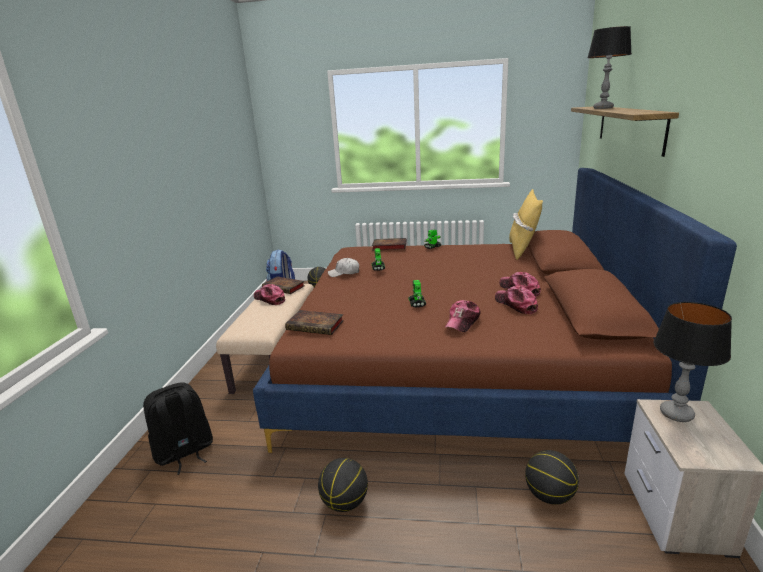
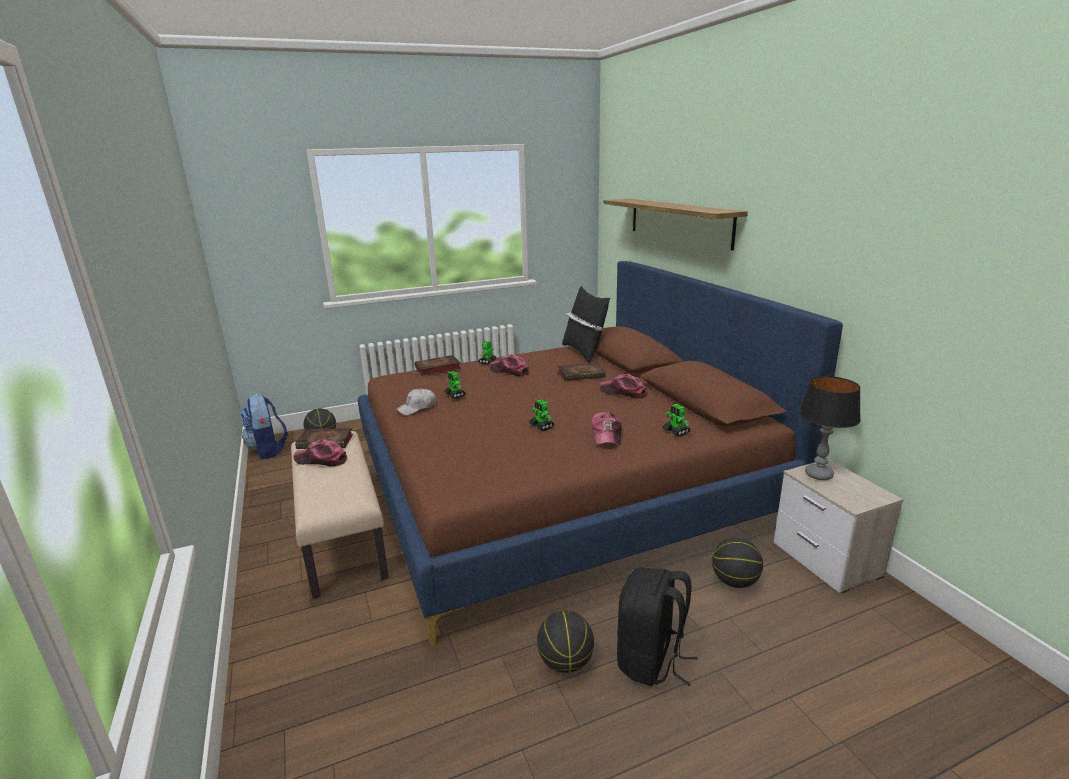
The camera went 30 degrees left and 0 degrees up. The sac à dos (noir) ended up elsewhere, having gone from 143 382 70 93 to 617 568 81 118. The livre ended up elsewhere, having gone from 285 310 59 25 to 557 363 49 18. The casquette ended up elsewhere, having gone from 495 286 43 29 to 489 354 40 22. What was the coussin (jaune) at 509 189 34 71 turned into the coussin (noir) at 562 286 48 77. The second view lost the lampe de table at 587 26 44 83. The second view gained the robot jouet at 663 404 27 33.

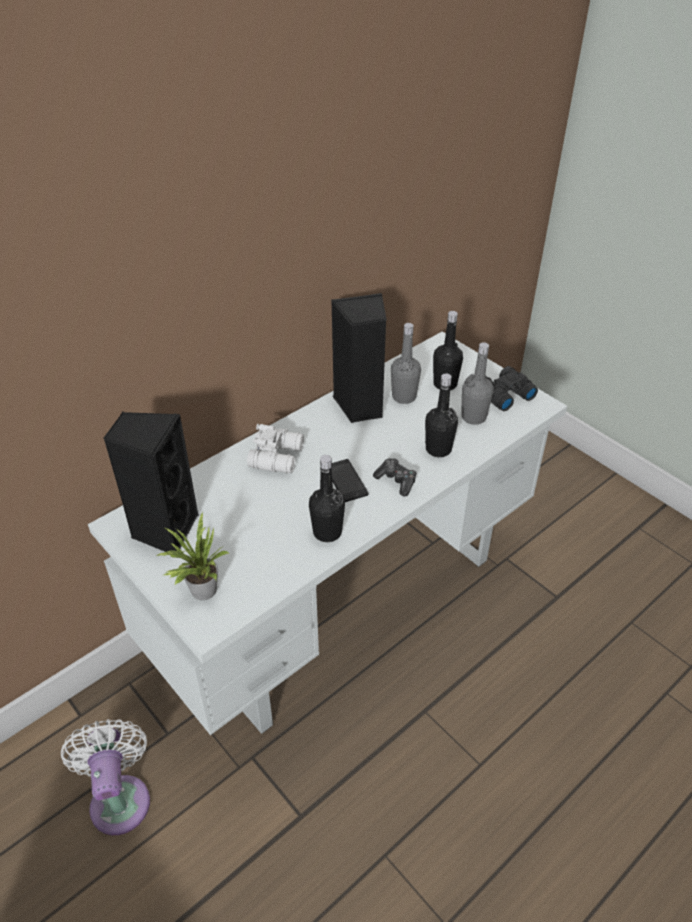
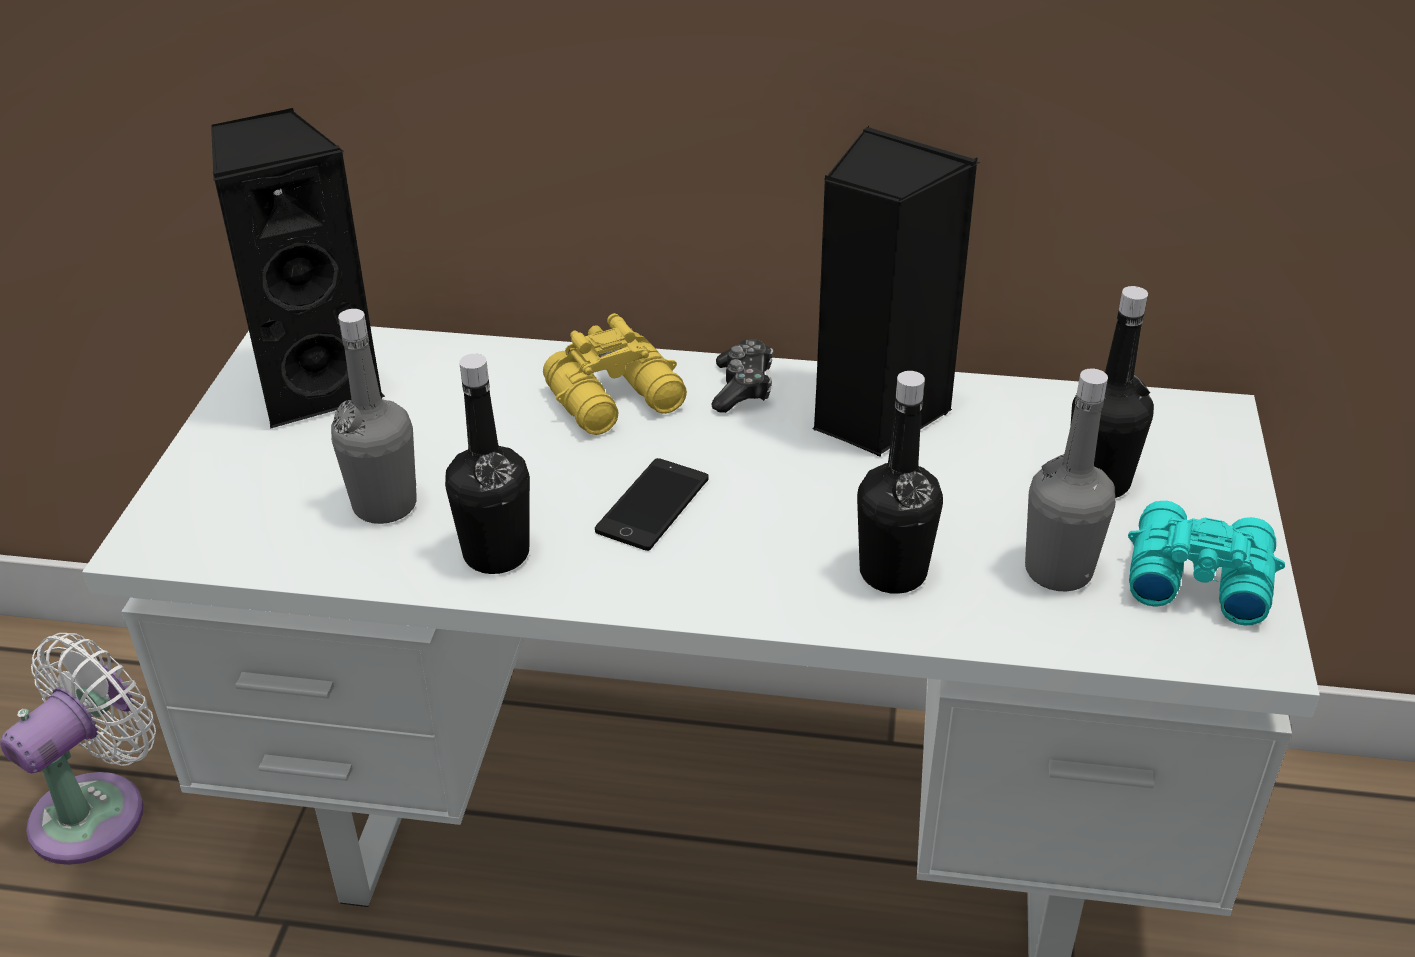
The camera went 50 degrees right and 5 degrees down. The second view lost the plante en pot at 156 513 74 87. What was the jumelles (blanc) at 247 424 57 50 turned into the jumelles (jaune) at 543 313 144 122. The manette ended up elsewhere, having gone from 373 458 44 38 to 712 339 61 74. The bouteille (gris) ended up elsewhere, having gone from 391 323 30 81 to 331 309 86 215. What was the jumelles (noir) at 485 366 53 45 turned into the jumelles (turquoise) at 1128 501 157 124.

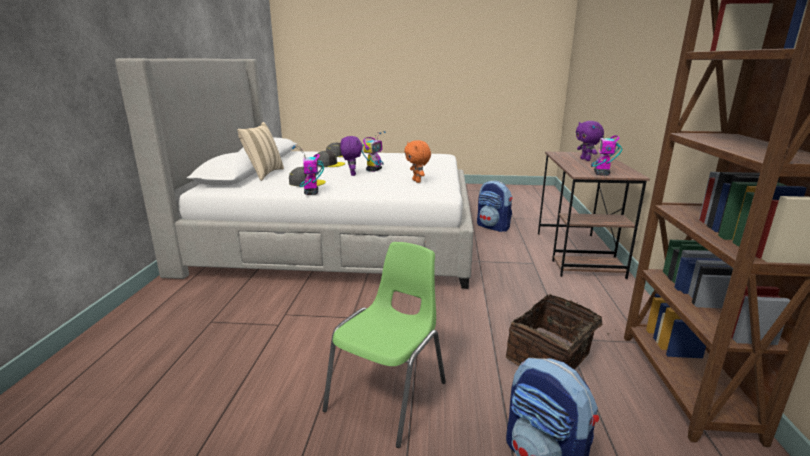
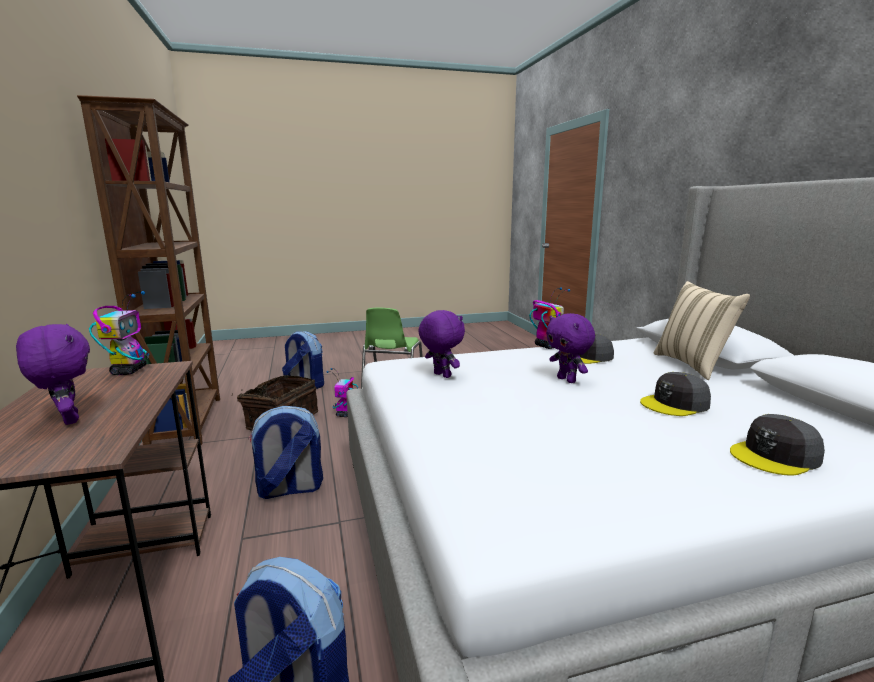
The camera went 160 degrees right and 5 degrees down. The robot jouet ended up elsewhere, having gone from 361 131 25 41 to 327 368 31 49. What was the peluche (orange) at 404 140 27 43 turned into the peluche (violet) at 418 310 47 68. The second view gained the sac à dos at 248 406 75 93.

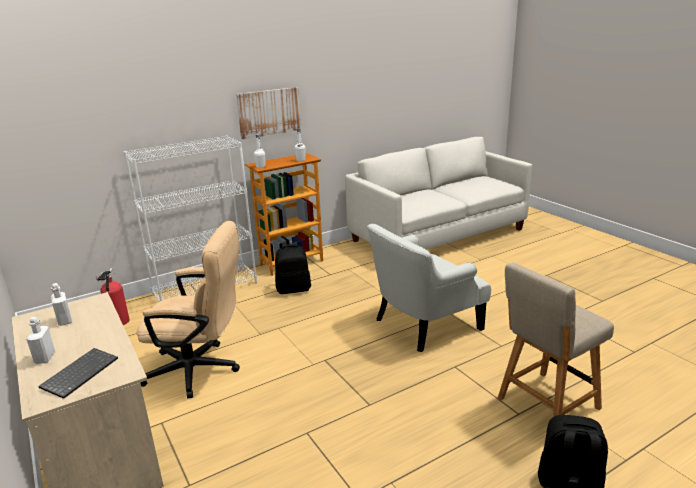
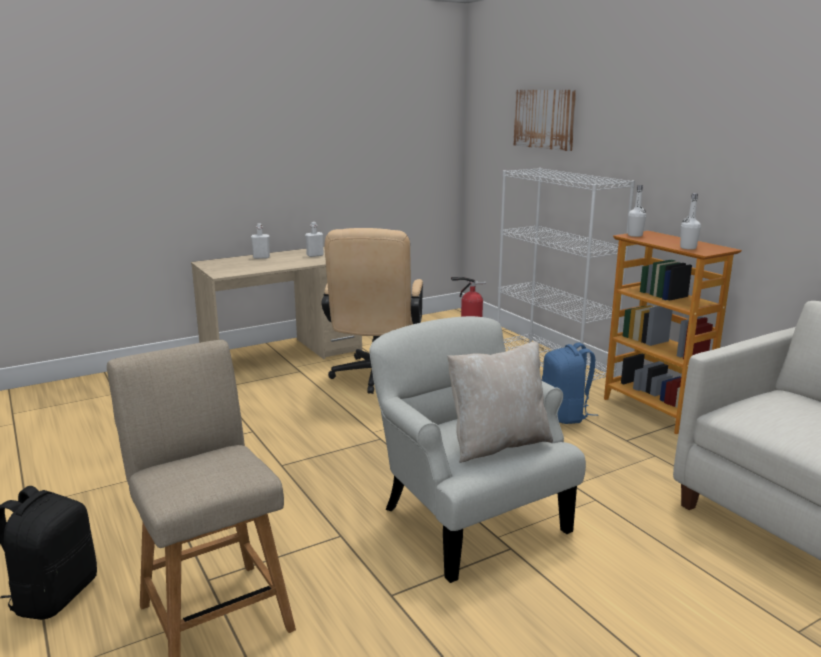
The camera went 90 degrees right and 5 degrees down. The second view lost the clavier at 38 348 80 51. The tableau ended up elsewhere, having gone from 236 87 65 52 to 513 90 63 61. What was the sac à dos (noir) at 275 241 36 53 turned into the sac à dos (bleu) at 542 343 56 81. The second view gained the coussin (beige) at 447 341 106 122.

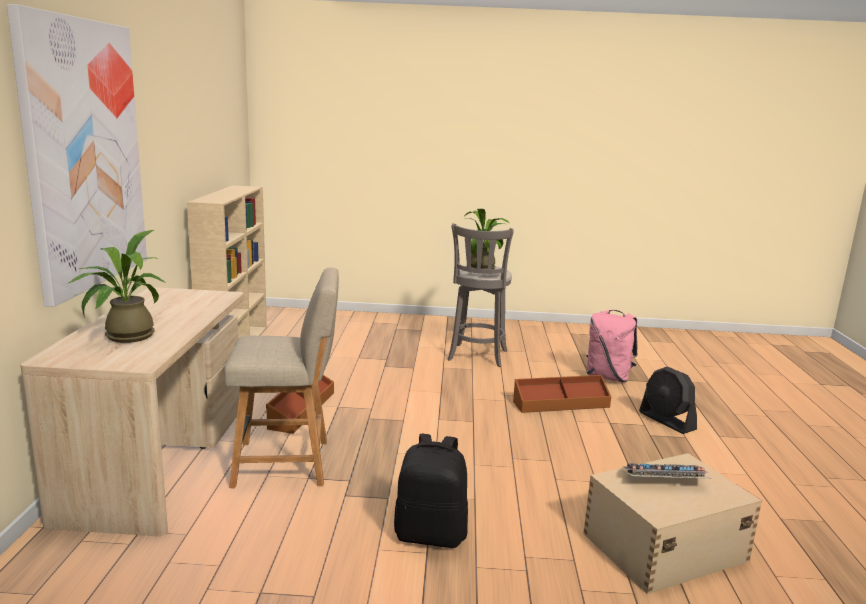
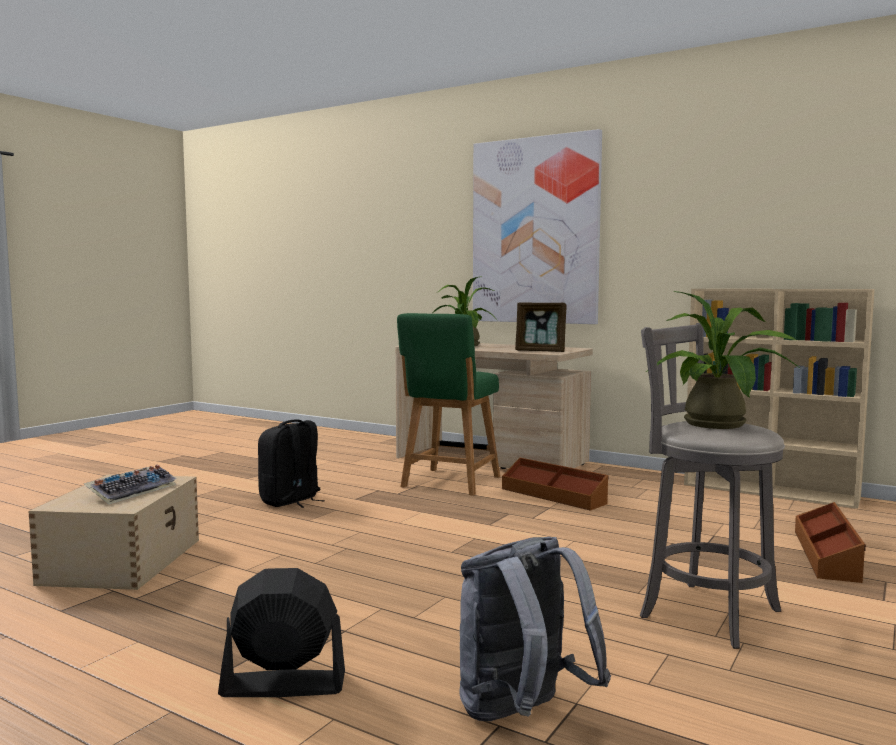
The camera went 120 degrees right and 10 degrees down. What was the chaise (beige) at 224 268 115 220 turned into the chaise (vert) at 397 313 103 183. The boîte de rangement (marron) ended up elsewhere, having gone from 513 375 98 38 to 795 502 71 81. What was the sac à dos (rose) at 586 310 52 72 turned into the sac à dos (gris) at 460 537 151 184. The second view gained the cadre photo at 515 302 52 50.

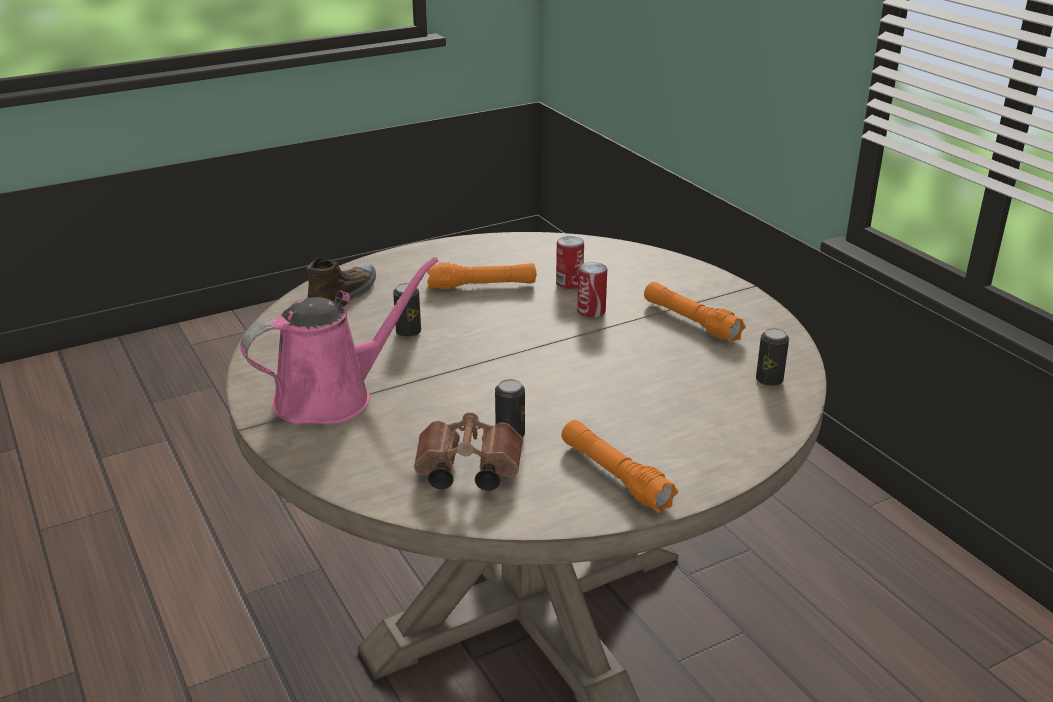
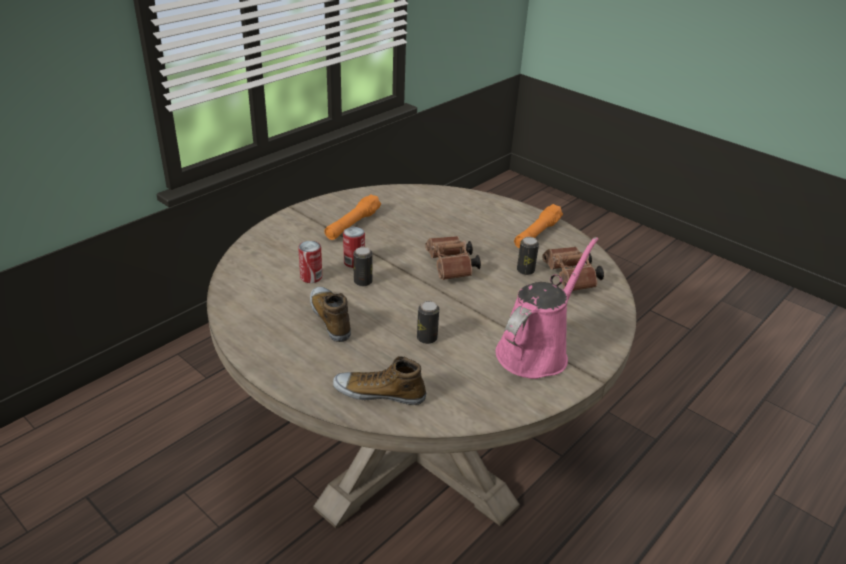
The camera went 110 degrees left and 5 degrees up. The arrosoir (rose) at 240 257 198 167 ended up facing another way, 90 degrees clockwise from before. Where the lampe de poche (orange) stood at 427 262 109 28, the chaussure came to stand at 310 287 41 55. The boîte métallique ended up elsewhere, having gone from 756 328 33 59 to 353 247 20 39. The second view gained the jumelles (marron) at 425 236 56 44.

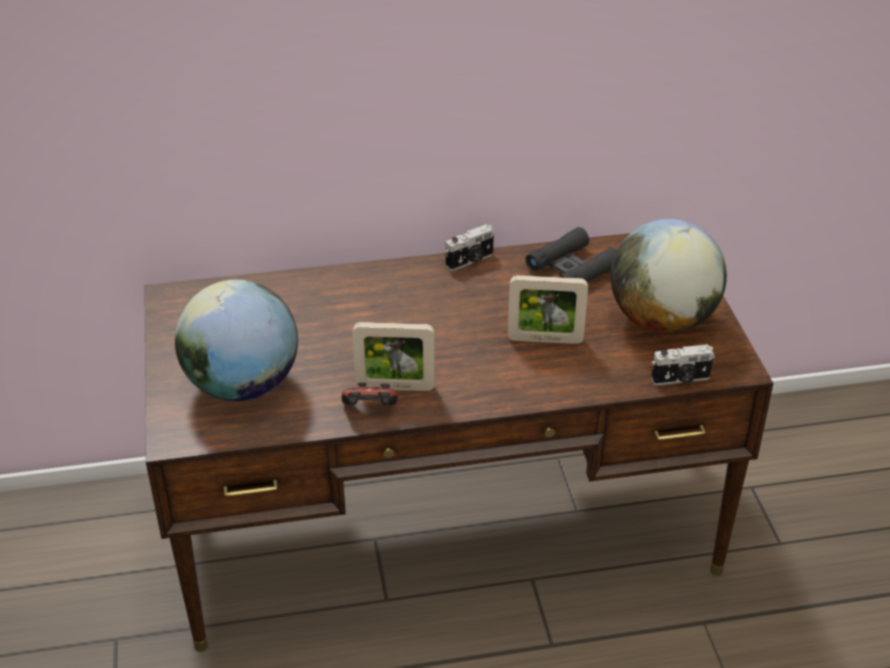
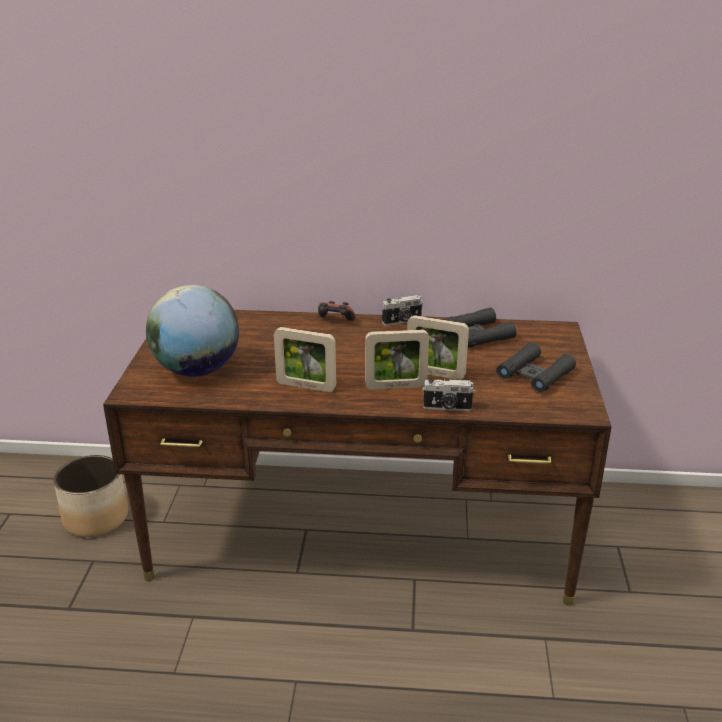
The camera went 15 degrees right and 10 degrees down. The manette ended up elsewhere, having gone from 342 383 56 22 to 318 301 37 20. Where the globe stood at 611 219 116 114, the jumelles (noir) came to stand at 496 342 80 51. The appareil photo ended up elsewhere, having gone from 651 344 64 41 to 422 378 53 33. The second view gained the cache-pot at 54 455 74 82. The second view gained the cadre photo at 365 330 64 60.

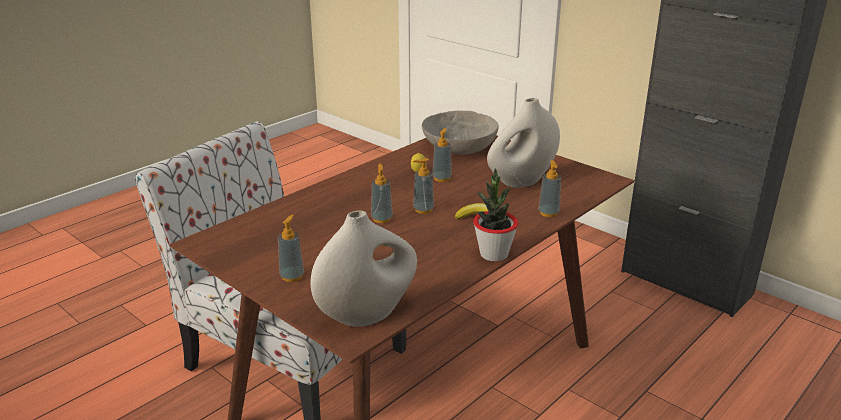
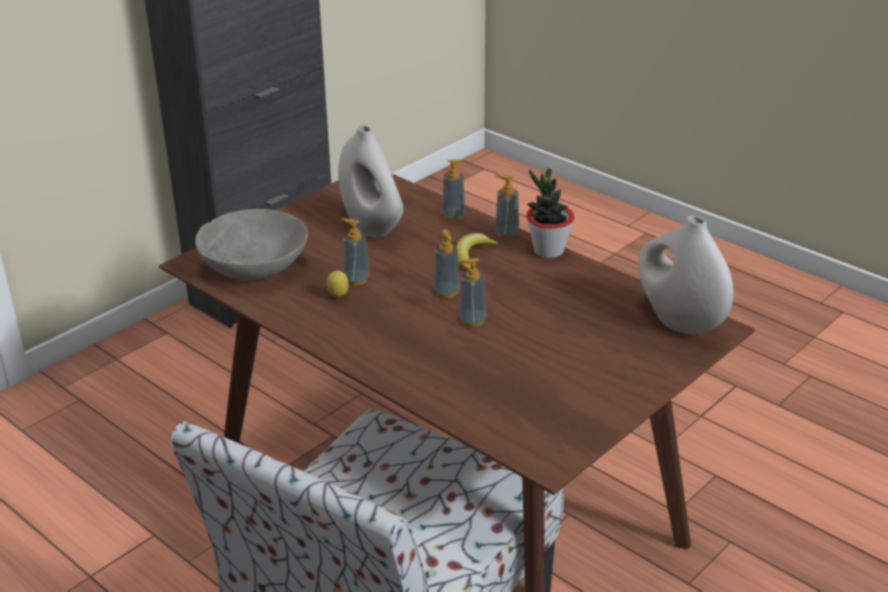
The camera went 90 degrees left and 5 degrees up. The distributeur de savon ended up elsewhere, having gone from 278 215 26 67 to 495 174 24 64.

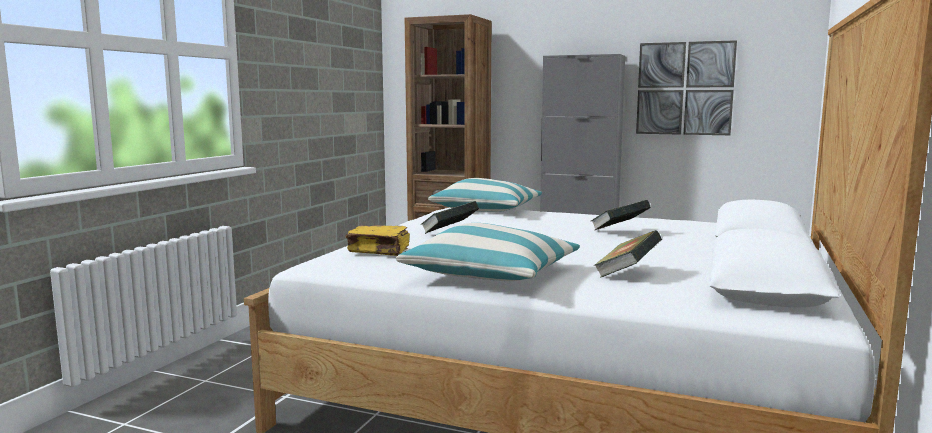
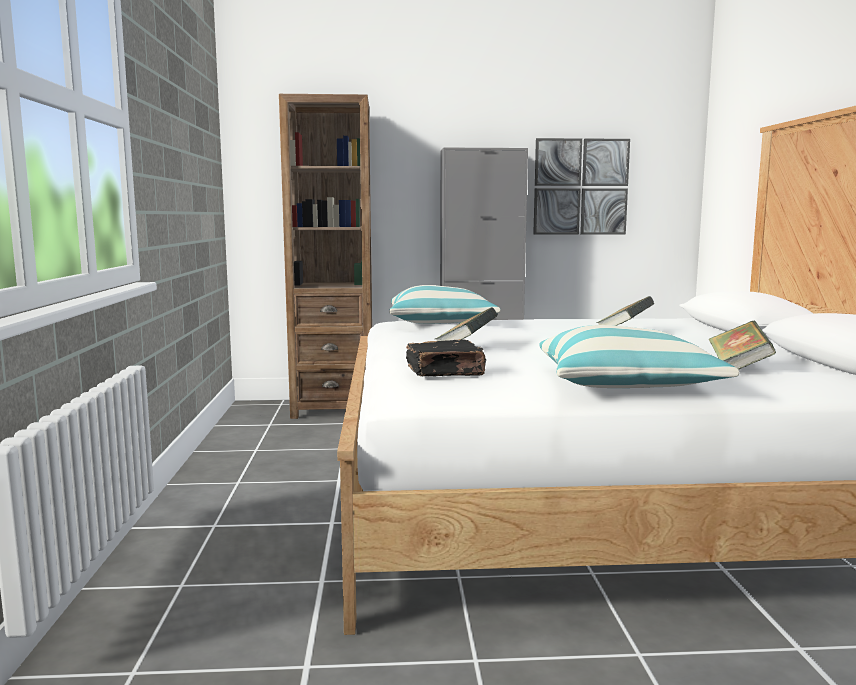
The camera went 25 degrees left and 0 degrees up. What was the livre (jaune) at 345 225 65 31 turned into the livre (noir) at 406 339 81 37.

